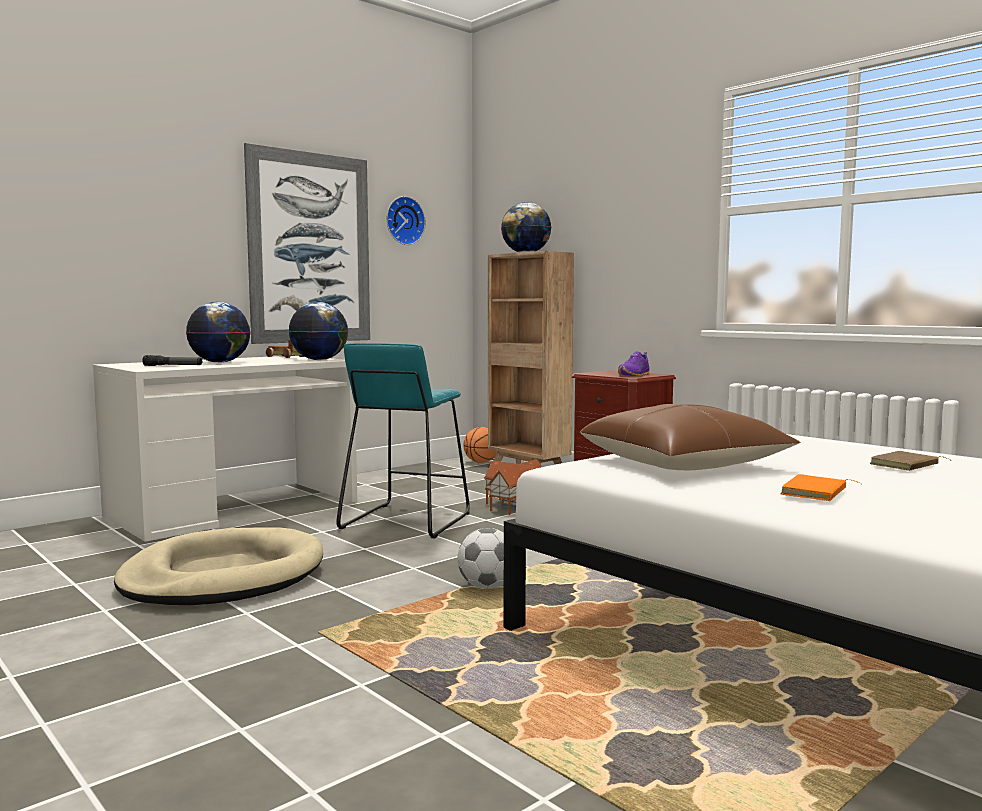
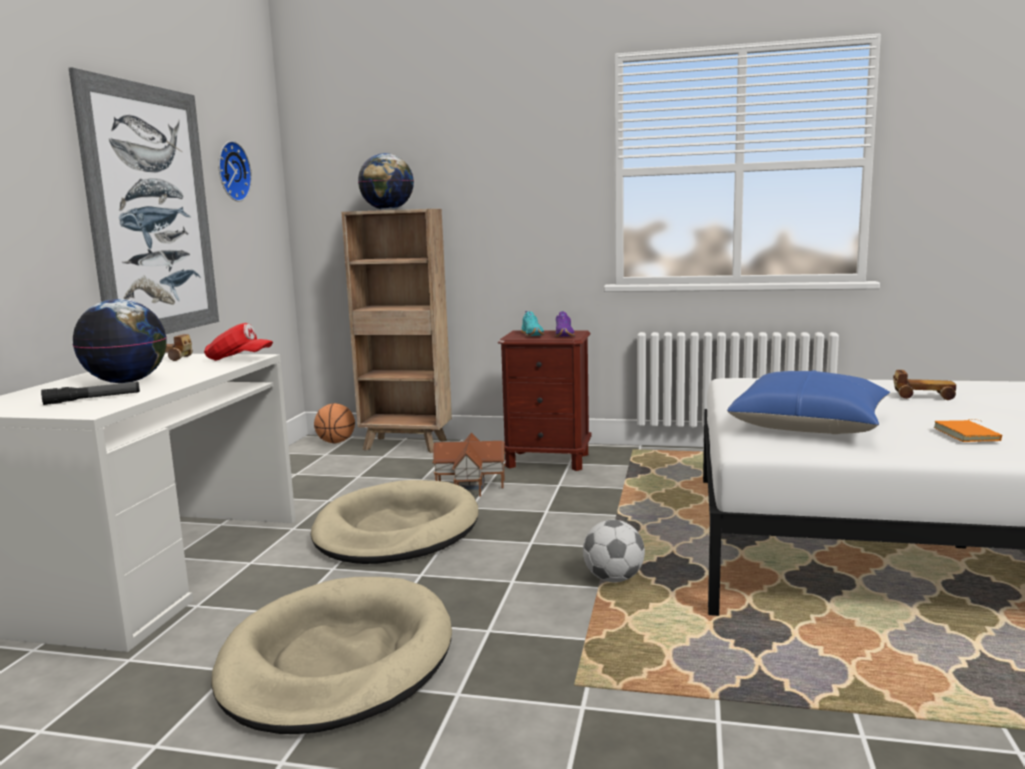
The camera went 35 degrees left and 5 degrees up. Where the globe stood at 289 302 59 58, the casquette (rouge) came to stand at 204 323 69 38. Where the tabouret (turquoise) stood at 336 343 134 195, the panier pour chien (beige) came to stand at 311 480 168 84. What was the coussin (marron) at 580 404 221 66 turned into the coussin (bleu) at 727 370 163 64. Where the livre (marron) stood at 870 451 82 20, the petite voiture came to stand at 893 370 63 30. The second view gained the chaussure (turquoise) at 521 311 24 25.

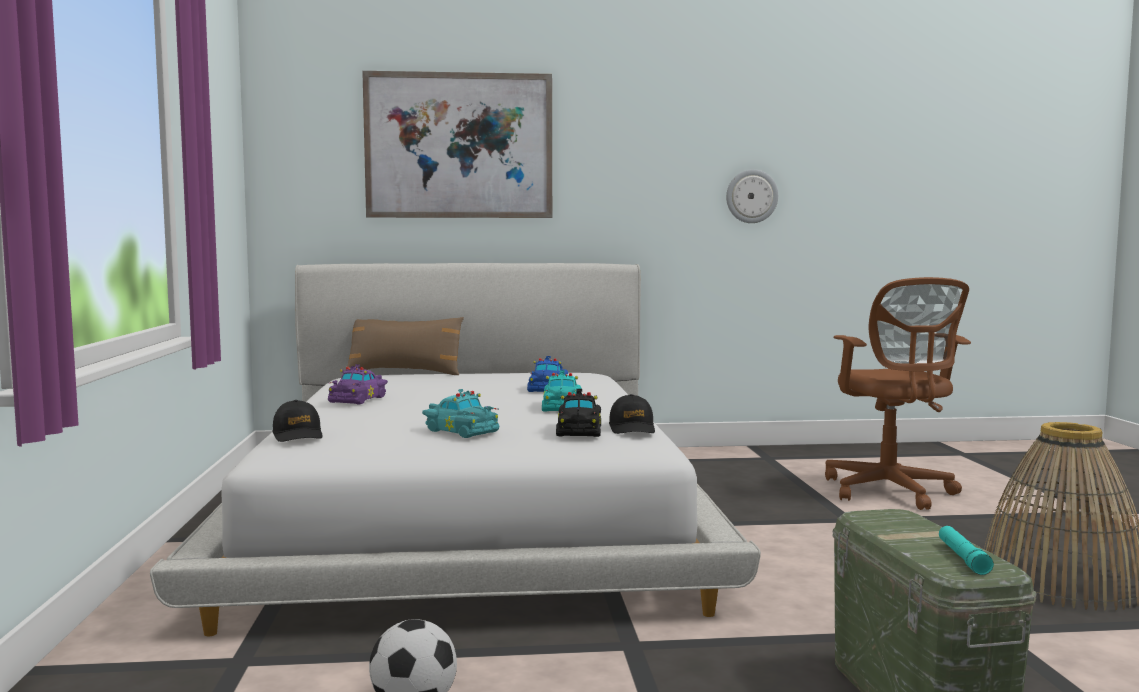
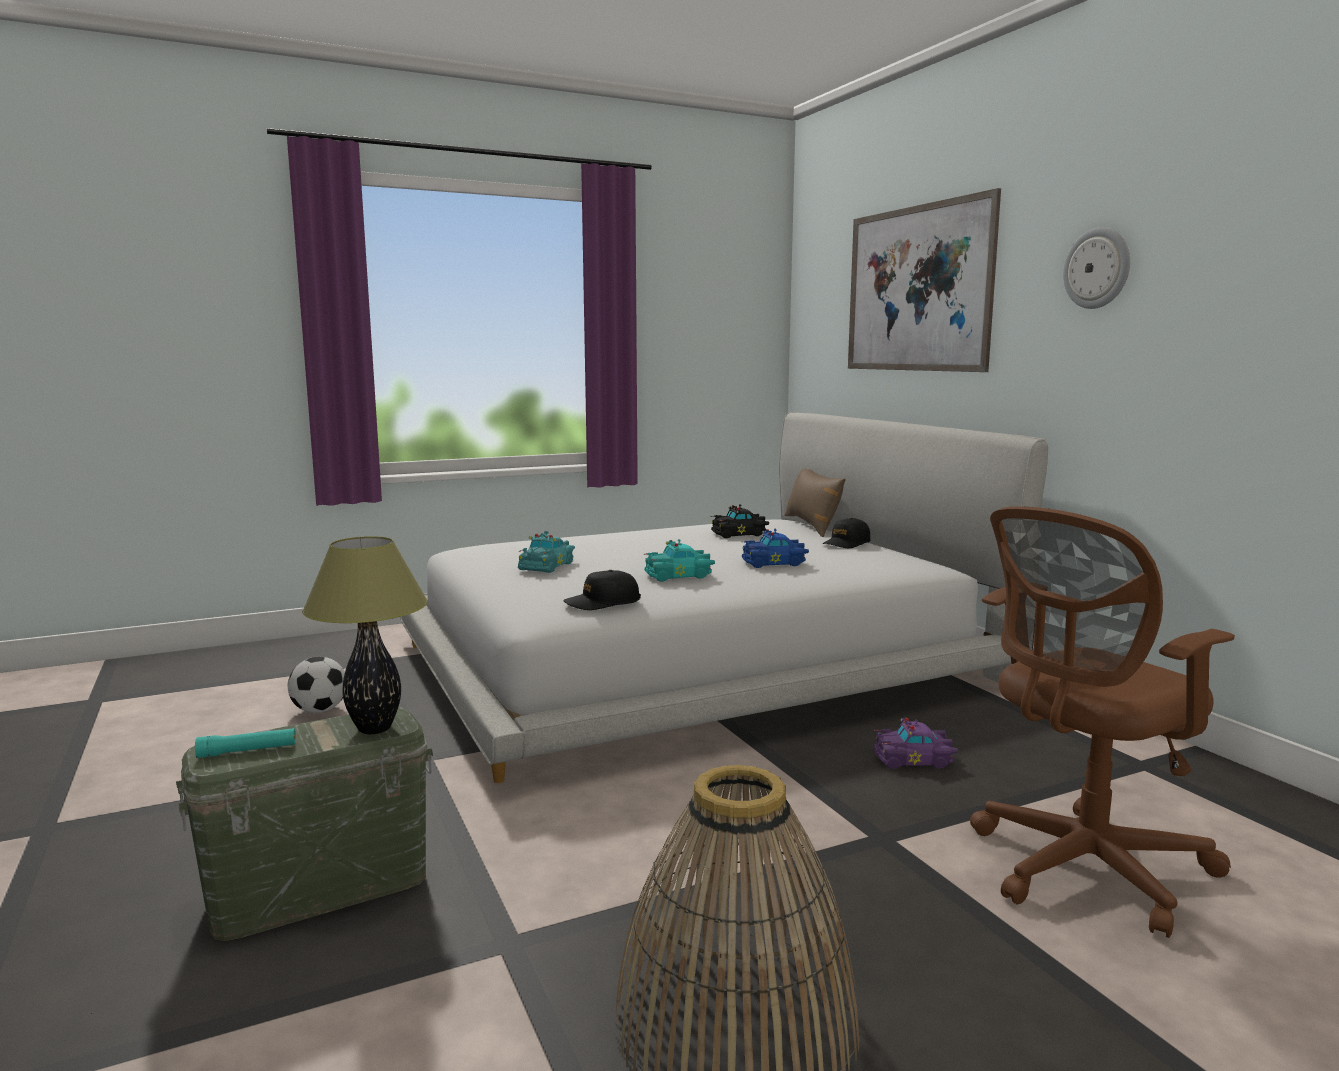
The camera went 70 degrees right and 5 degrees up. The casquette (noir) ended up elsewhere, having gone from 273 400 50 42 to 823 518 48 30. The petite voiture (violet) ended up elsewhere, having gone from 328 364 60 40 to 874 718 84 51. The petite voiture (noir) ended up elsewhere, having gone from 556 389 45 48 to 711 504 58 34. The horloge murale ended up elsewhere, having gone from 726 169 52 54 to 1063 227 67 82. The second view gained the lampe de table at 302 536 126 198.

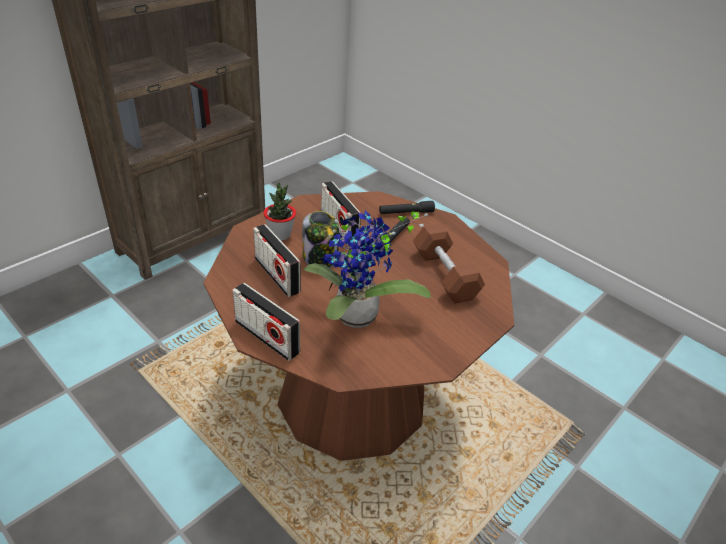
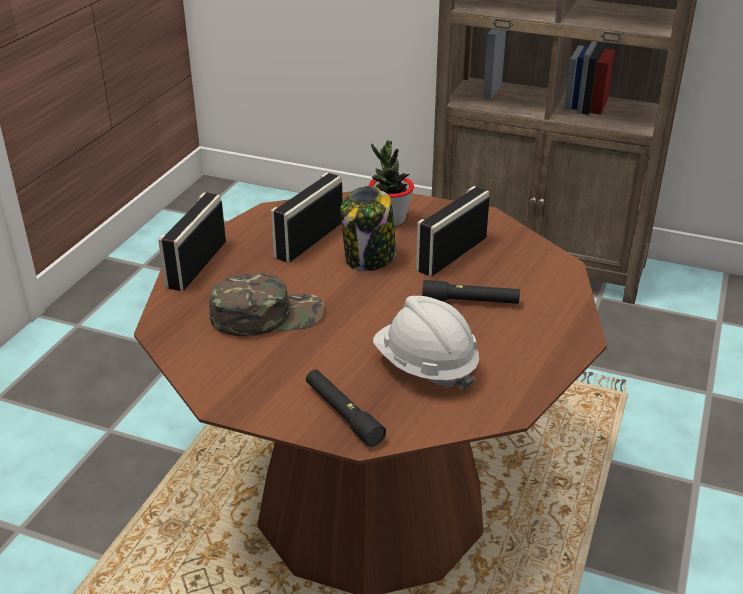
The camera went 70 degrees right and 5 degrees down. Where the plante en pot stood at 304 211 127 117, the casquette (vert) came to stand at 209 273 115 64. The lampe de poche (noir) ended up elsewhere, having gone from 379 201 56 13 to 306 369 80 78. Where the haltère (marron) stood at 413 223 72 81, the casque de chantier (blanc) came to stand at 373 296 106 94.

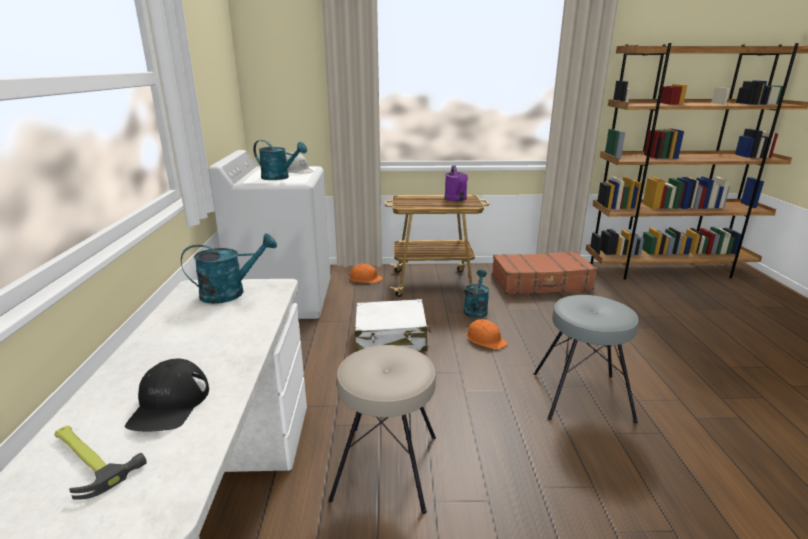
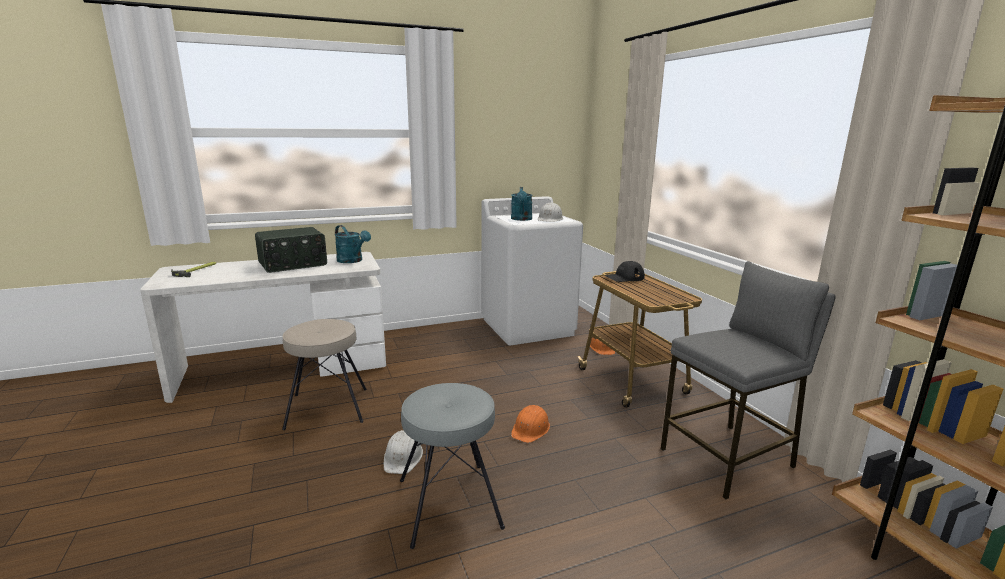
The camera went 70 degrees right and 5 degrees down. The casquette (noir) ended up elsewhere, having gone from 125 359 84 72 to 605 261 40 21. The second view lost the valise (blanc) at 355 299 76 52. The second view lost the arrosoir (violet) at 445 166 23 35. The second view lost the arrosoir (turquoise) at 464 270 25 48. Where the valise (marron) stood at 492 251 105 44, the tabouret (gris) came to stand at 661 261 175 238. The second view gained the radio at 255 227 72 46. The second view gained the casque de chantier (blanc) at 384 430 39 44.

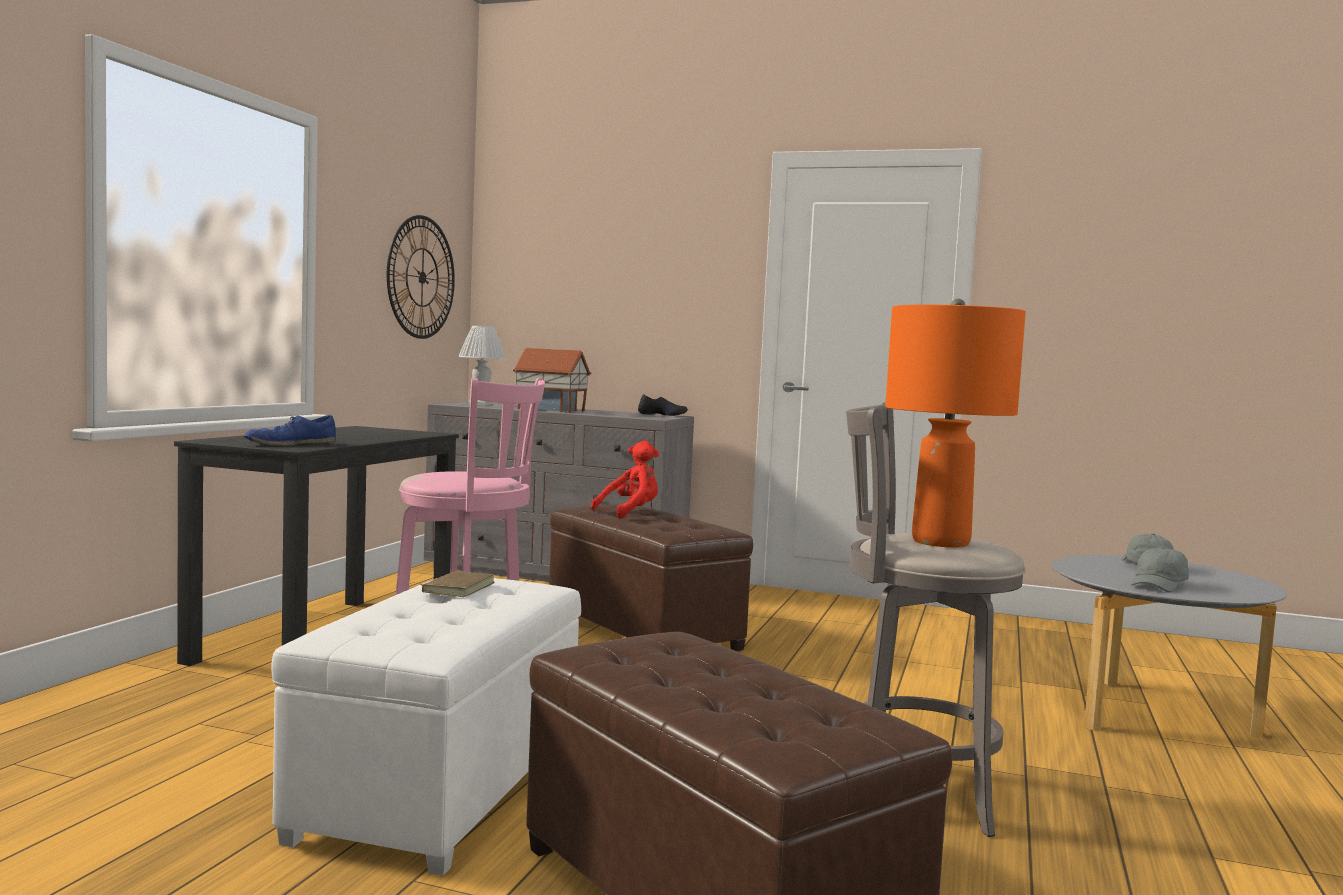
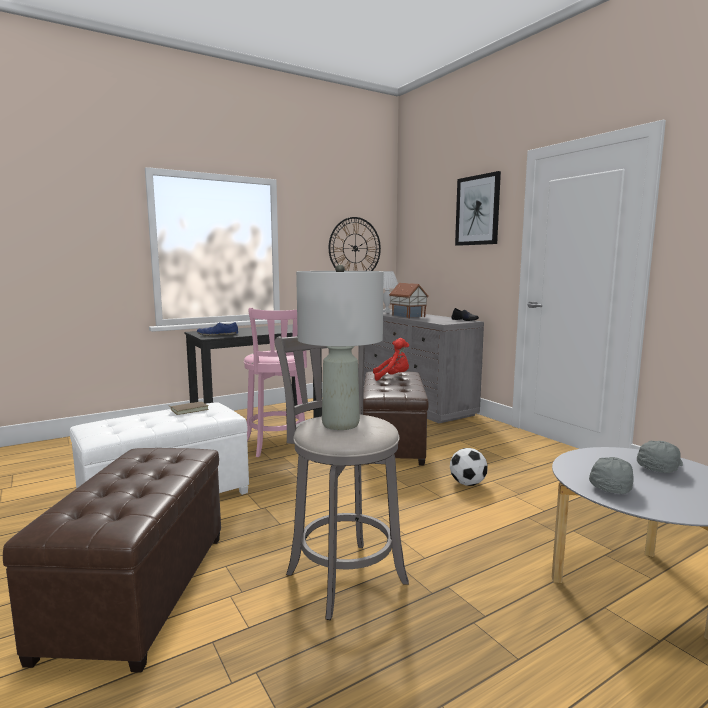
The camera went 40 degrees right and 5 degrees up. What was the lampe de table (orange) at 885 299 141 249 turned into the lampe de table (gris) at 296 264 88 166. The casquette (gris) at 1131 547 58 45 ended up facing another way, 135 degrees clockwise from before. The second view gained the ballon de foot at 450 448 38 38. The second view gained the tableau at 455 171 46 75.

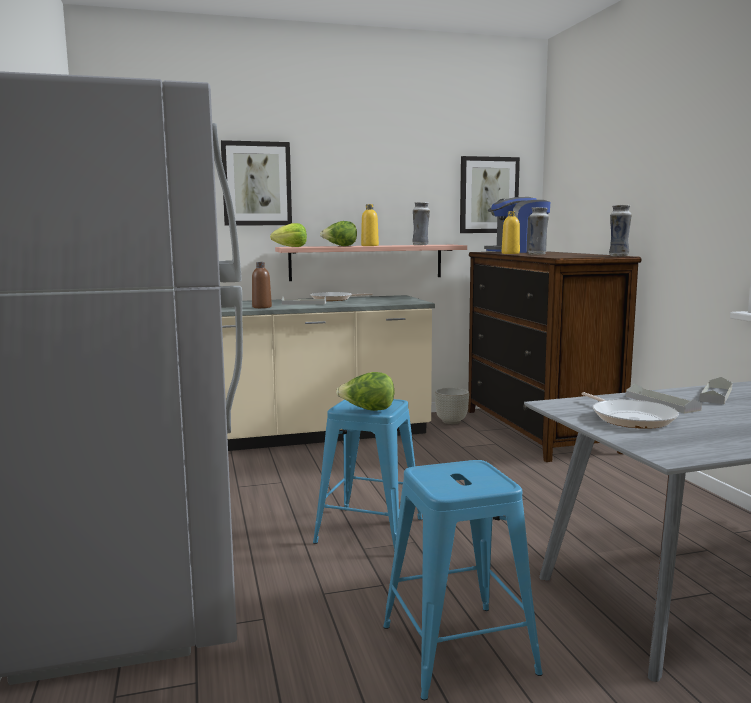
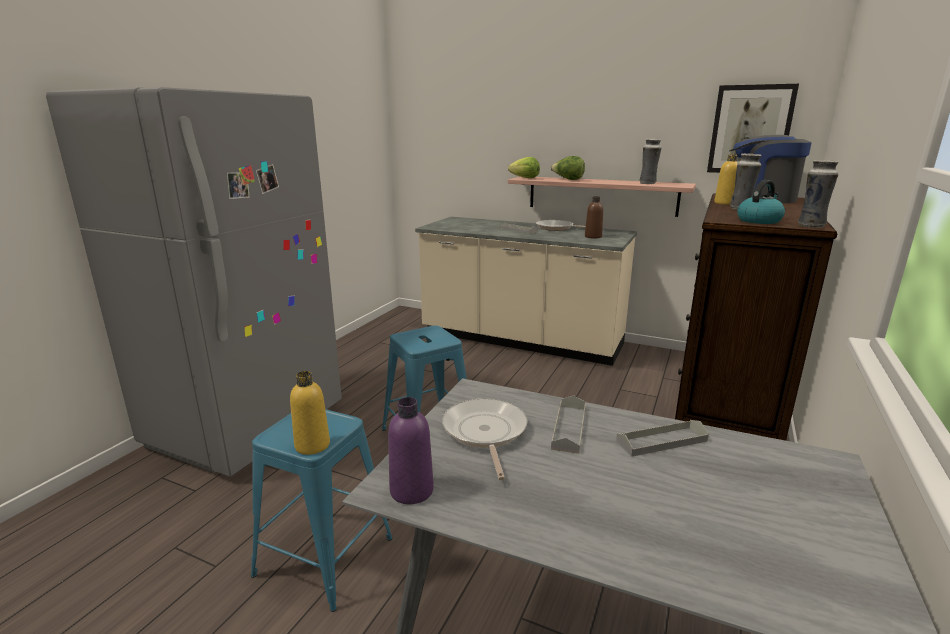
The camera went 40 degrees right and 10 degrees up. The second view lost the tableau at 221 140 71 86. The bouteille (marron) ended up elsewhere, having gone from 252 262 20 46 to 585 196 18 43. The second view lost the laitue at 336 372 59 39. The bouteille (jaune) ended up elsewhere, having gone from 361 204 18 42 to 290 371 40 84. The second view lost the cache-pot (gris) at 435 387 34 37. The poêle at 582 392 97 37 ended up facing another way, 150 degrees clockwise from before. The second view gained the bouteille (violet) at 388 397 46 107. The second view gained the bouilloire at 737 180 48 44.

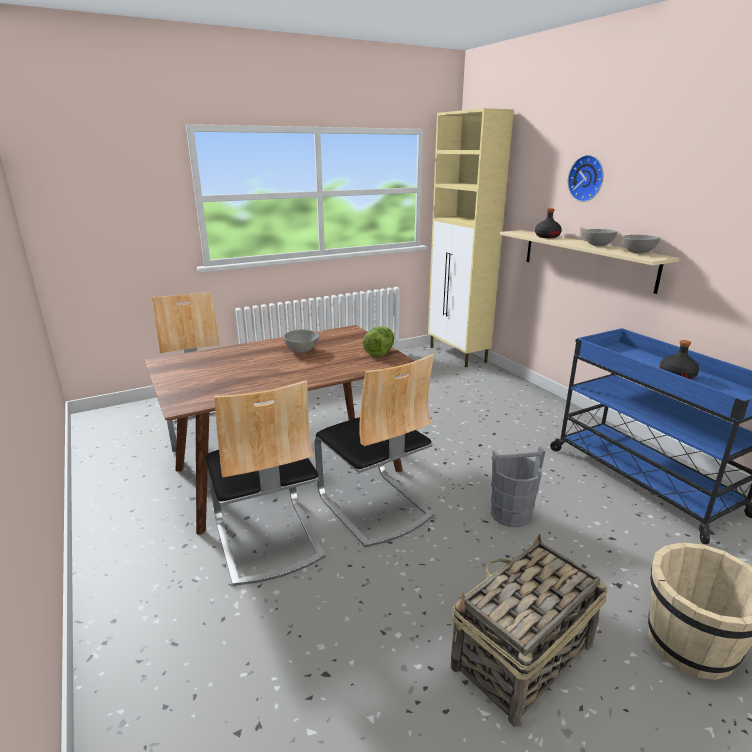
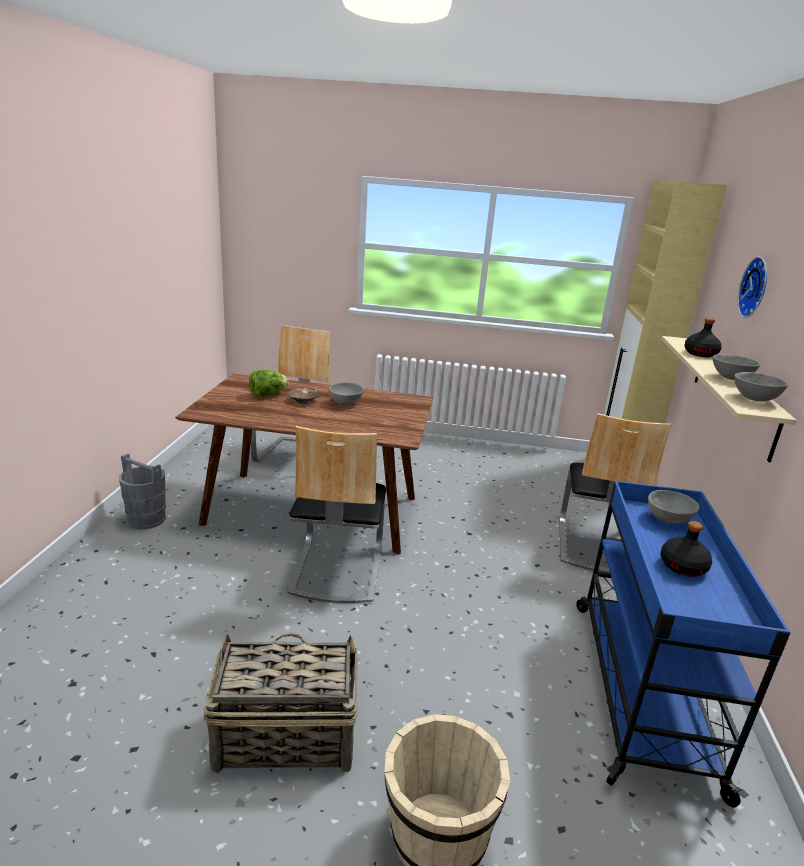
The camera went 35 degrees right and 0 degrees up. The chaise ended up elsewhere, having gone from 206 380 120 206 to 560 413 111 160. The laitue ended up elsewhere, having gone from 363 326 31 31 to 249 370 40 27. The seau (gris) ended up elsewhere, having gone from 491 447 54 80 to 119 453 47 76. The second view gained the bol (marron) at 288 388 32 16. The second view gained the bol (gris) at 648 490 51 34.

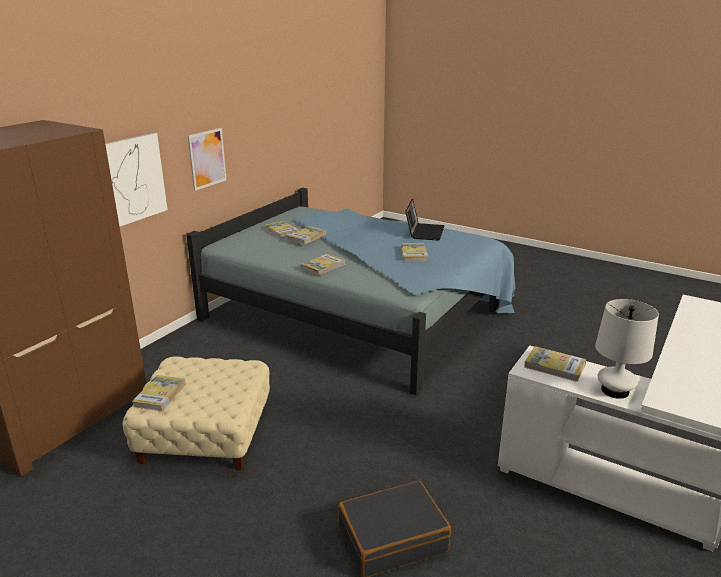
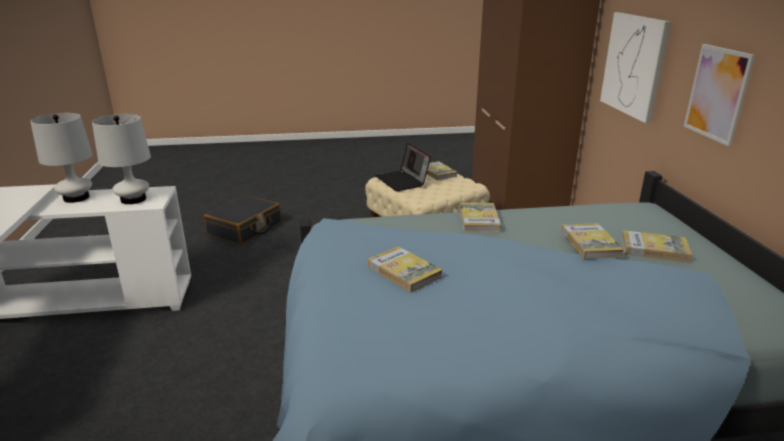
The camera went 140 degrees right and 0 degrees up. The ordinateur portable ended up elsewhere, having gone from 405 199 40 42 to 375 143 56 48. Where the livre stood at 524 346 62 36, the lampe de table (blanc) came to stand at 92 114 59 90.

